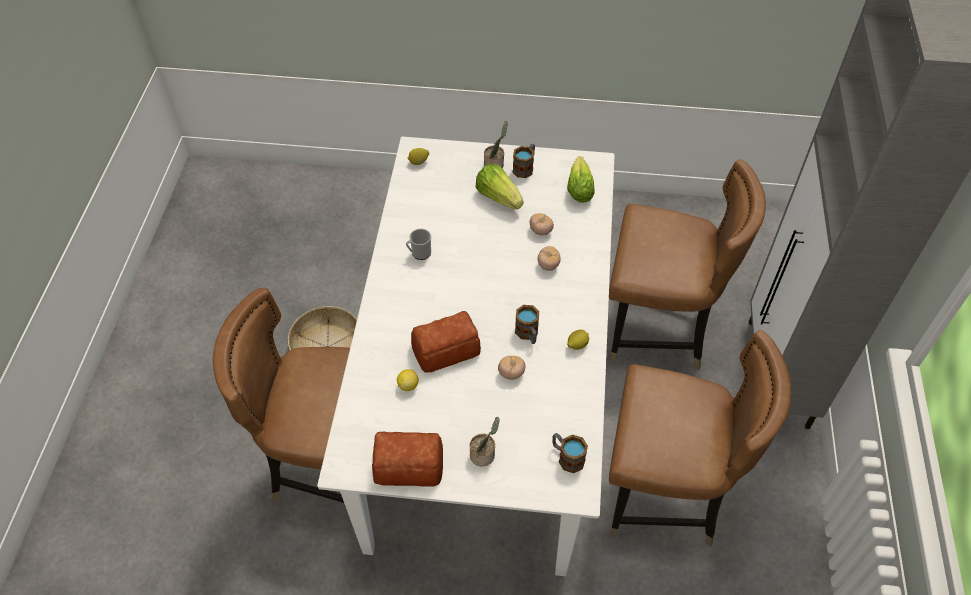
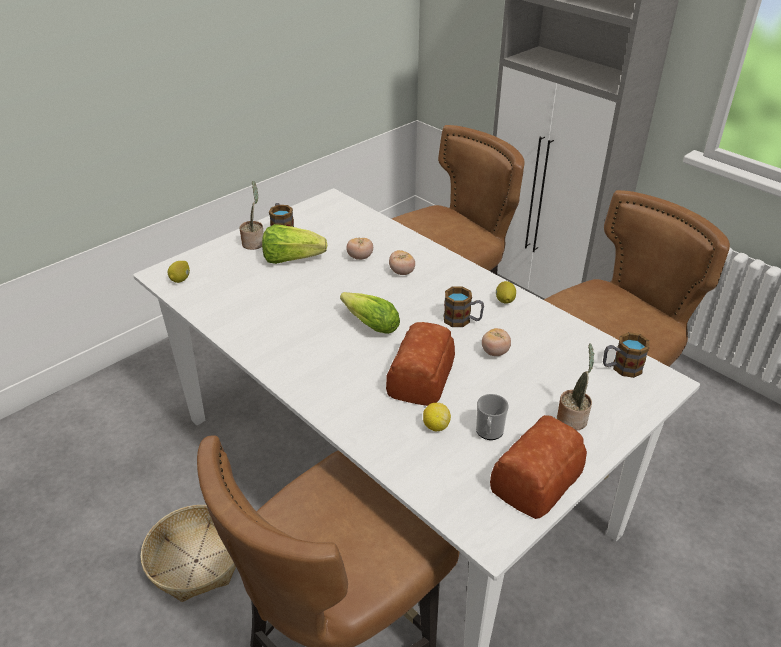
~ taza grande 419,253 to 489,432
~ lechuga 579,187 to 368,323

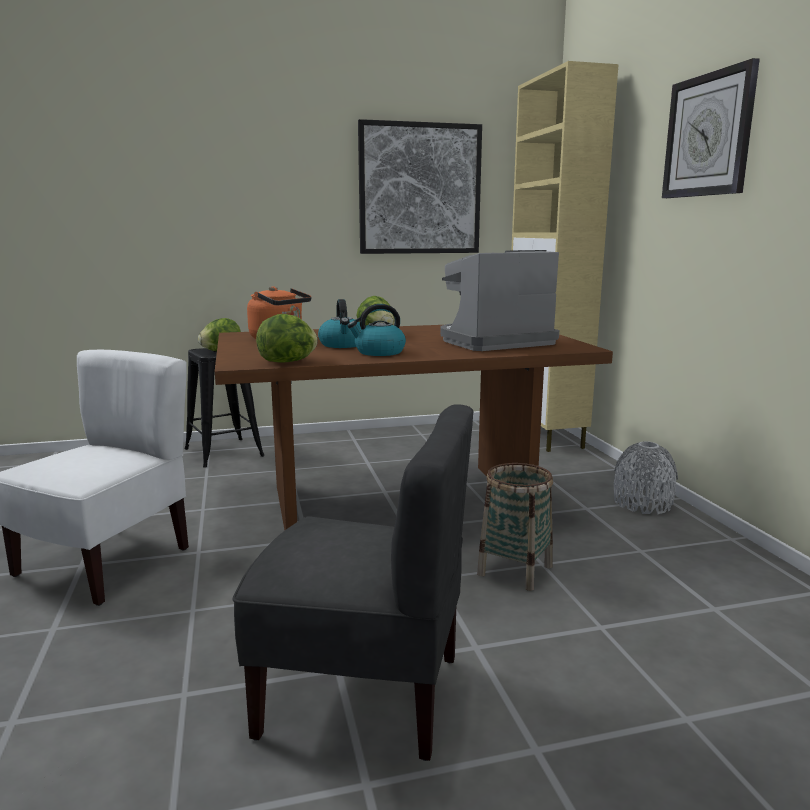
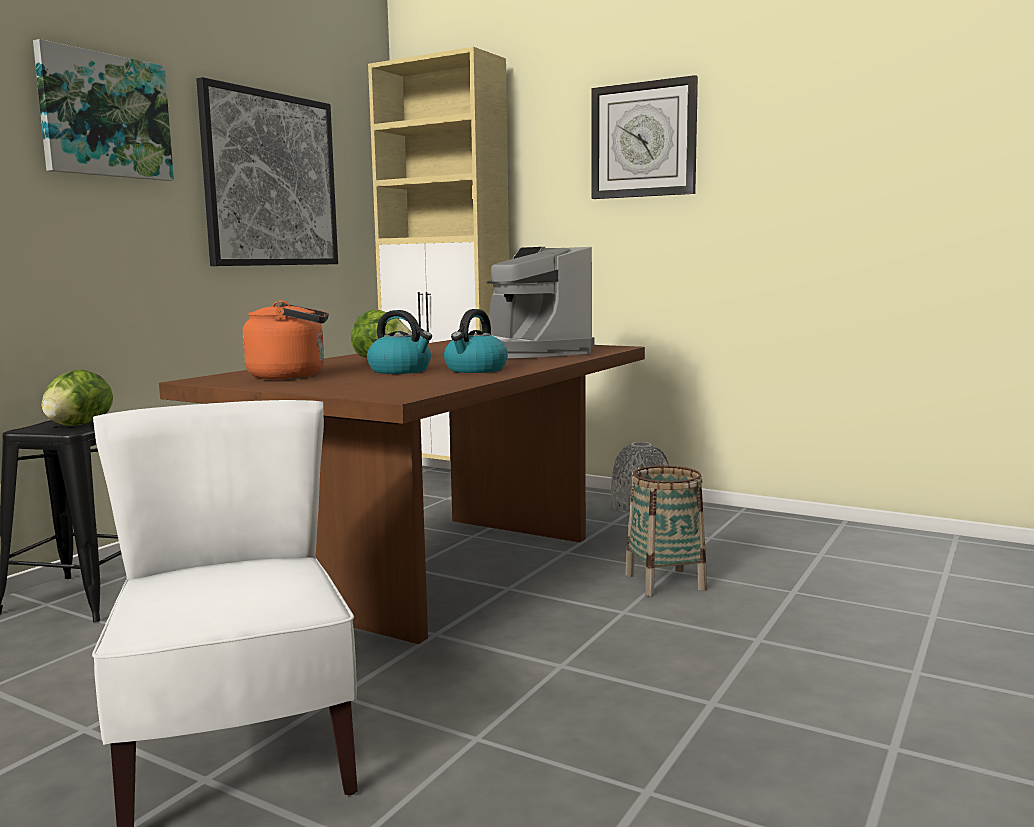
- silla (gris) 363,693
- lechuga 288,362
+ cuadro 104,116
~ cafetera 493,342 = 526,352 45 degrees counterclockwise

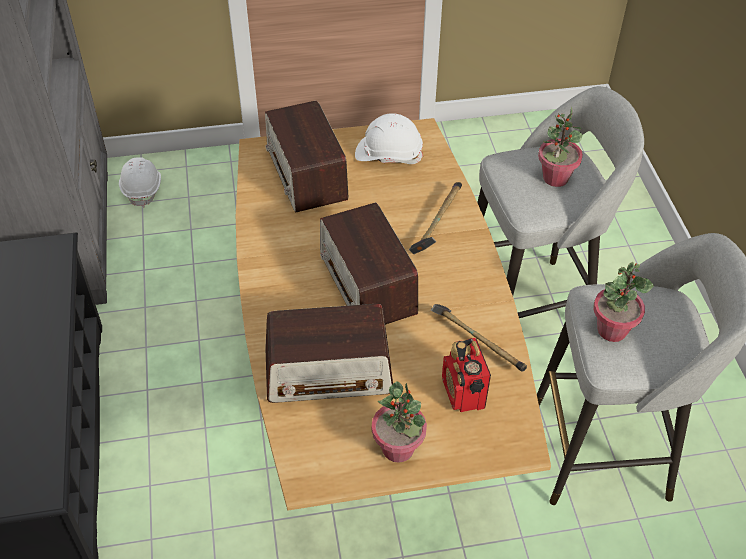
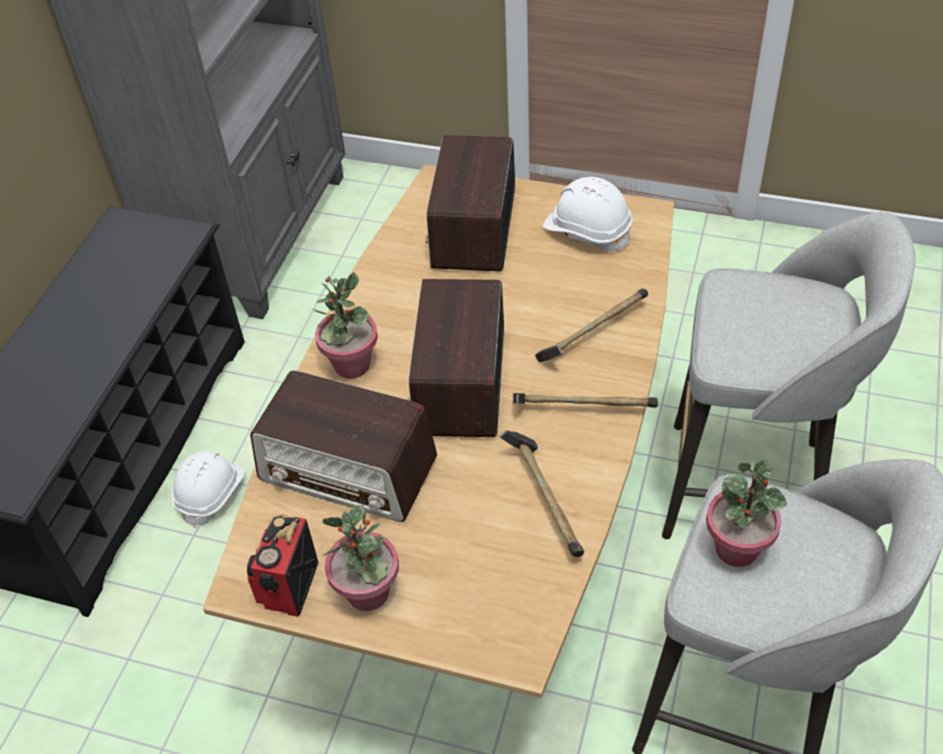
+ martillo 579,411
~ casco (blanco) 142,188 to 211,494
~ radio 463,394 to 288,587
~ planta en maceta 555,178 to 351,365

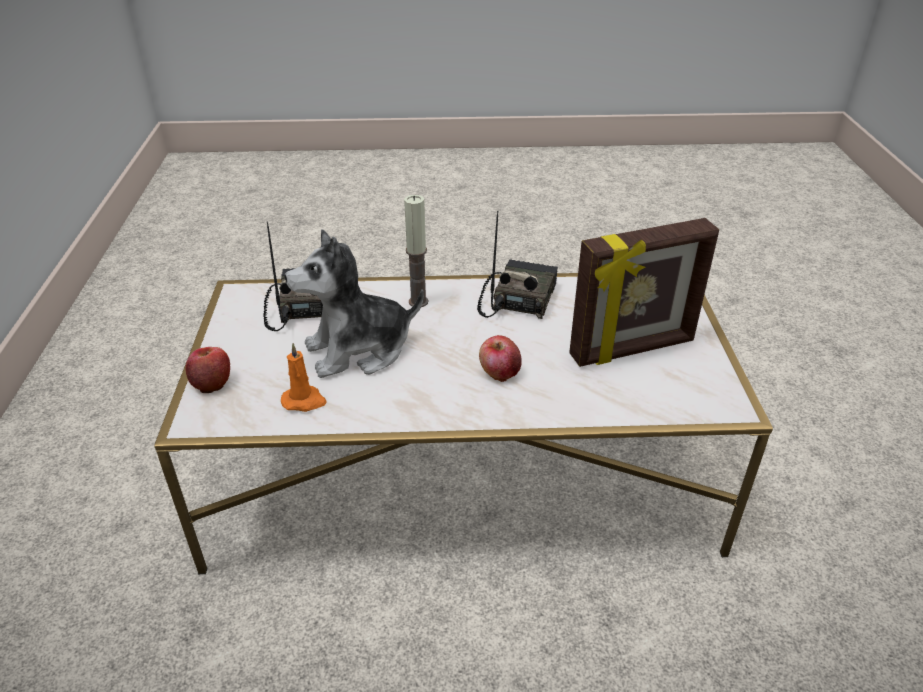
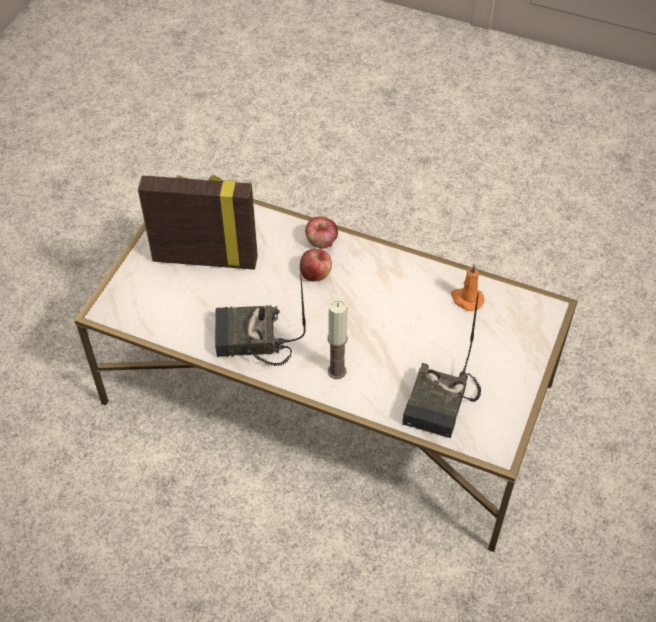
- peluche 359,350
~ manzana 212,382 to 321,242
~ radio 517,299 = 251,342 45 degrees clockwise

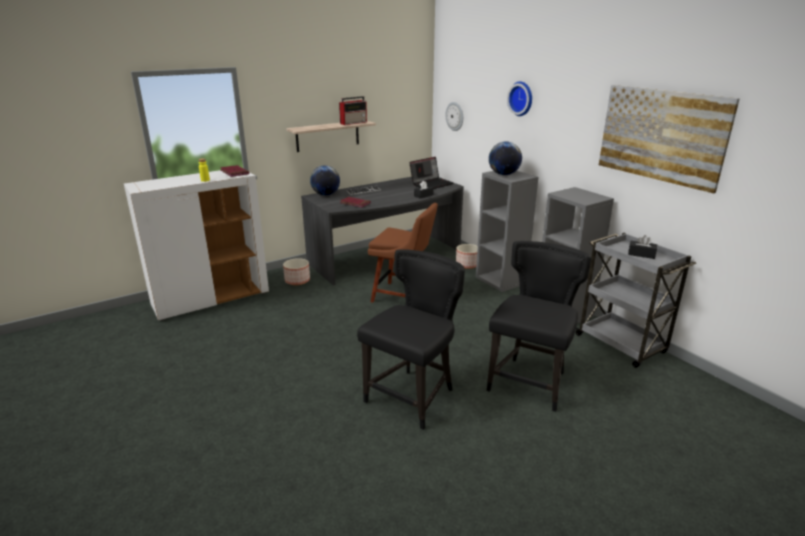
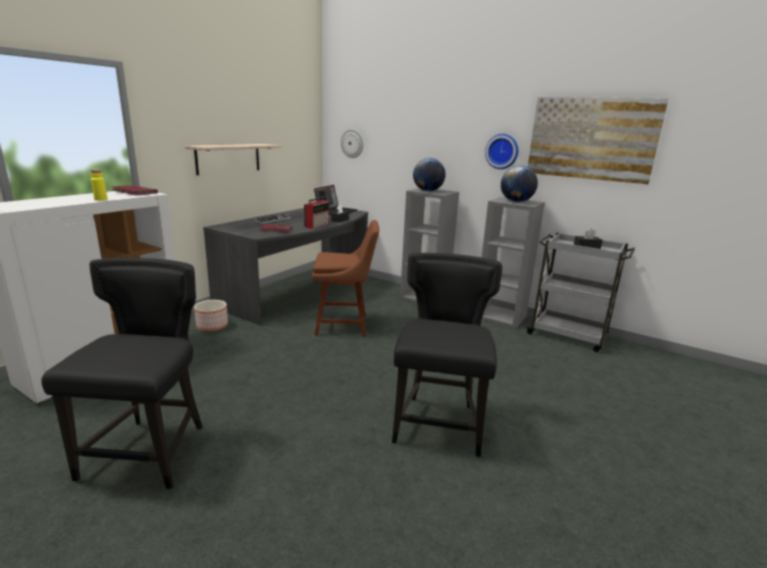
- maceta 467,264
~ globo terráqueo 326,194 to 516,202
~ radio 354,123 to 317,225
~ silla (negro) 530,382 to 149,451
~ reloj de pared 522,98 to 502,151

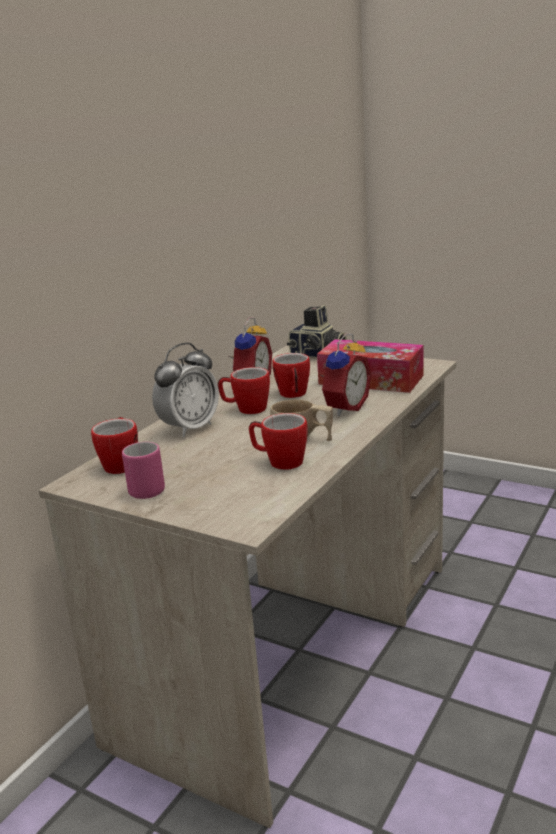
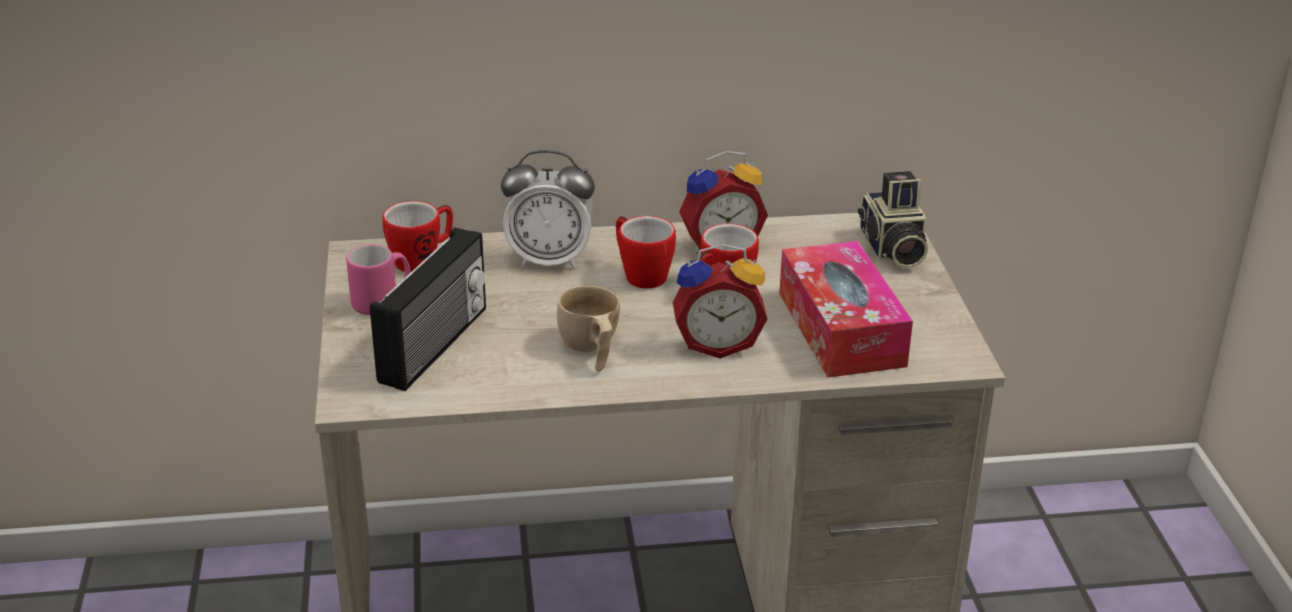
- taza grande 279,462
+ radio 436,345

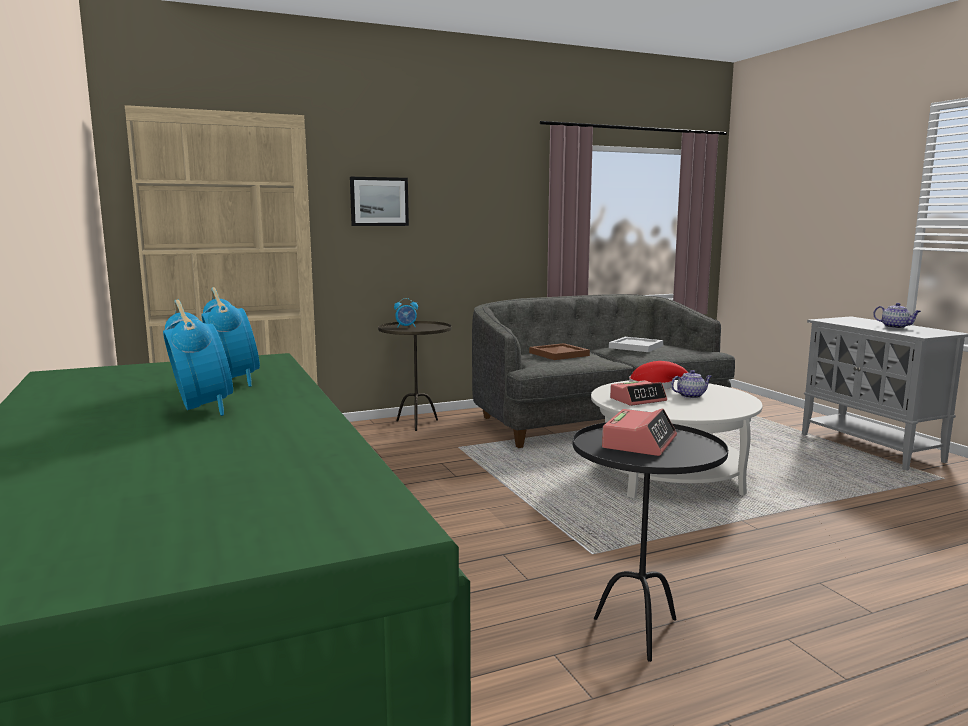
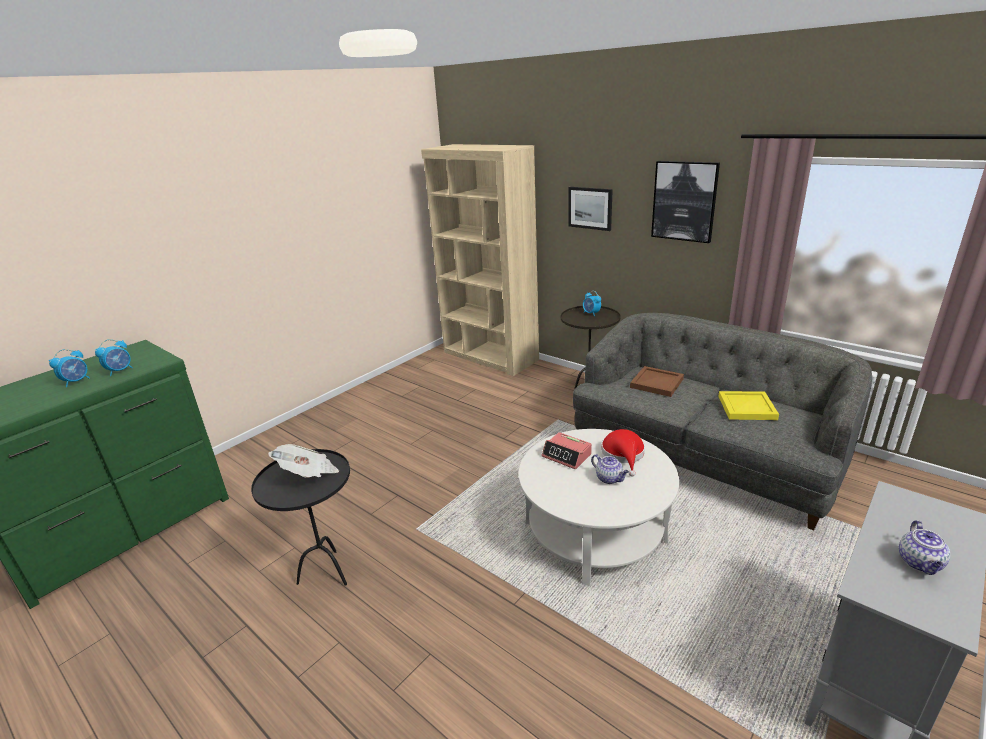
+ cuadro 684,201
~ despertador 639,442 to periódico 308,474
~ bandeja (blanco) 635,347 to bandeja (amarillo) 746,407

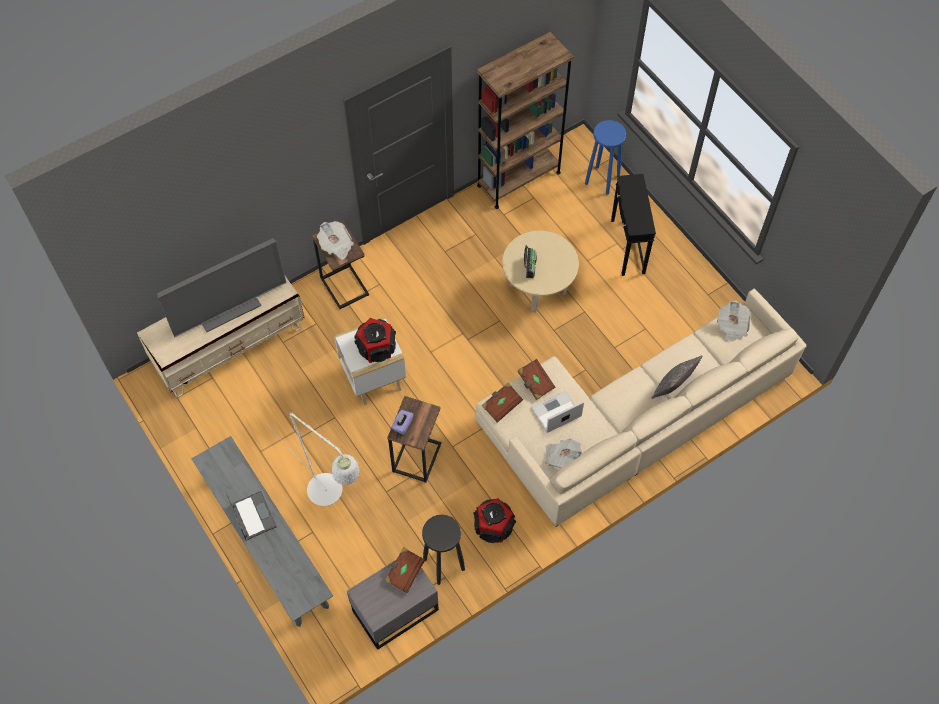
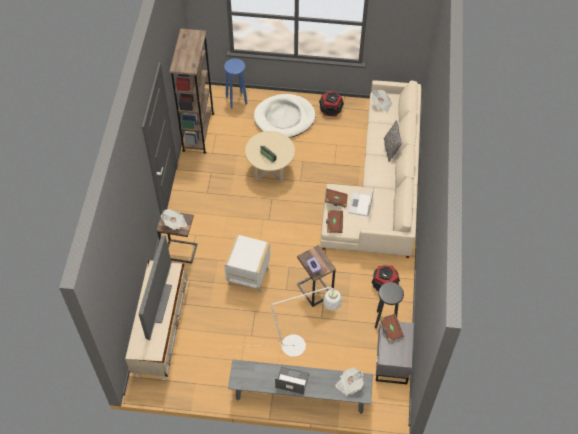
~ altavoz 377,347 to 330,109
~ periódico 561,457 to 349,384
~ mesa auxiliar (negro) 627,246 to cama para perro (blanco) 284,118

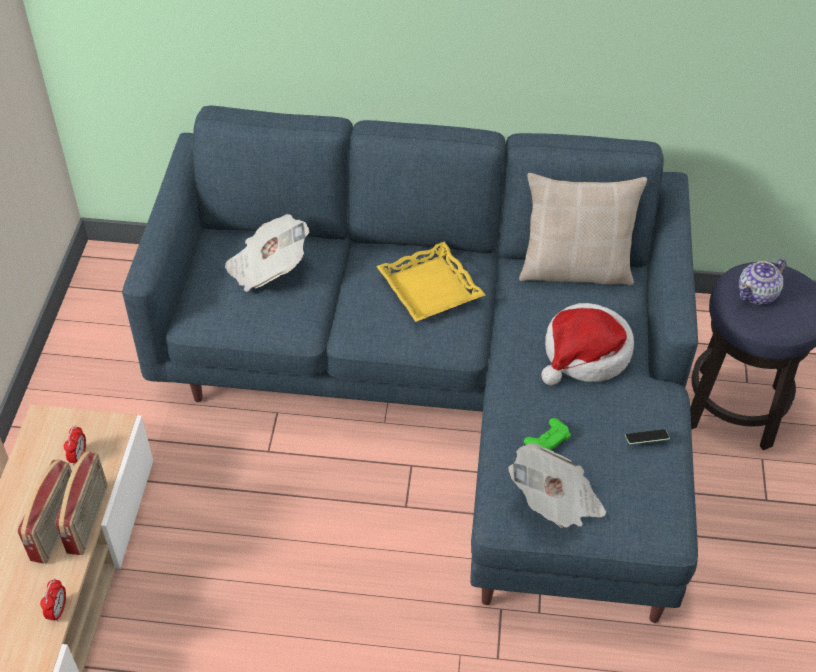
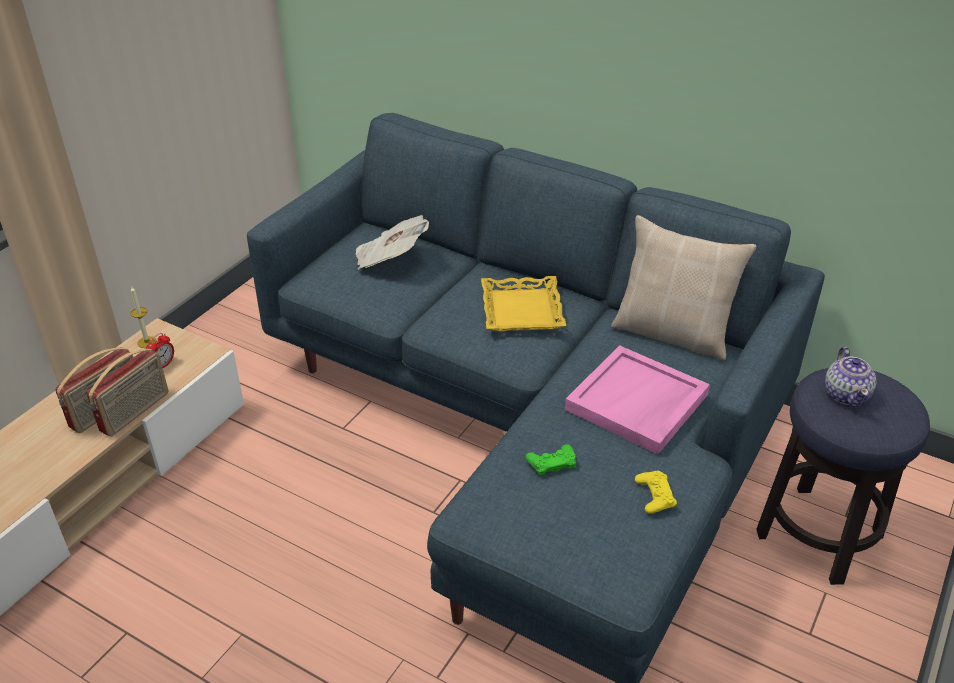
- despertador 58,610
- periódico 555,502
+ vela 147,342
~ sombrero 585,354 to bandeja (rosa) 637,403
~ móvil 646,440 to mando de consola (amarillo) 655,495
~ tetera 757,294 = 846,394 75 degrees counterclockwise

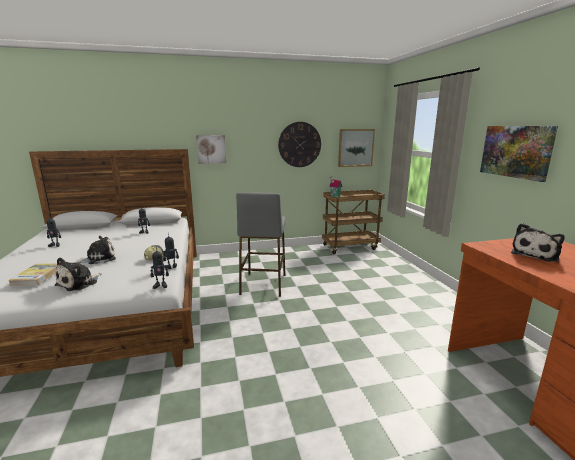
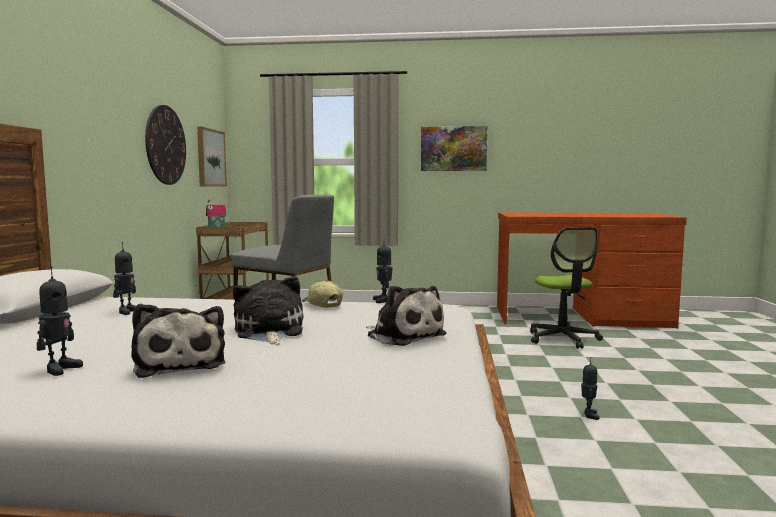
- libro 37,276
- cuadro 211,149
+ silla de oficina 563,339
~ robot de juguete 160,286 to 589,415
~ peluche 535,254 to 180,364

